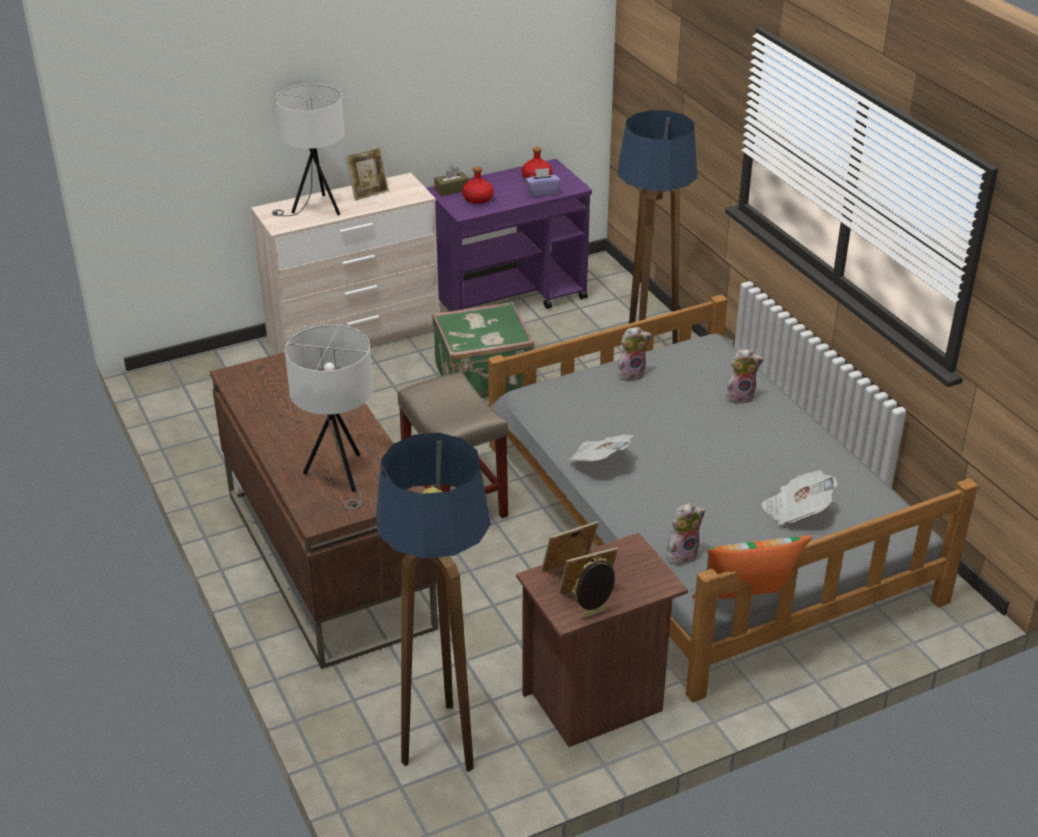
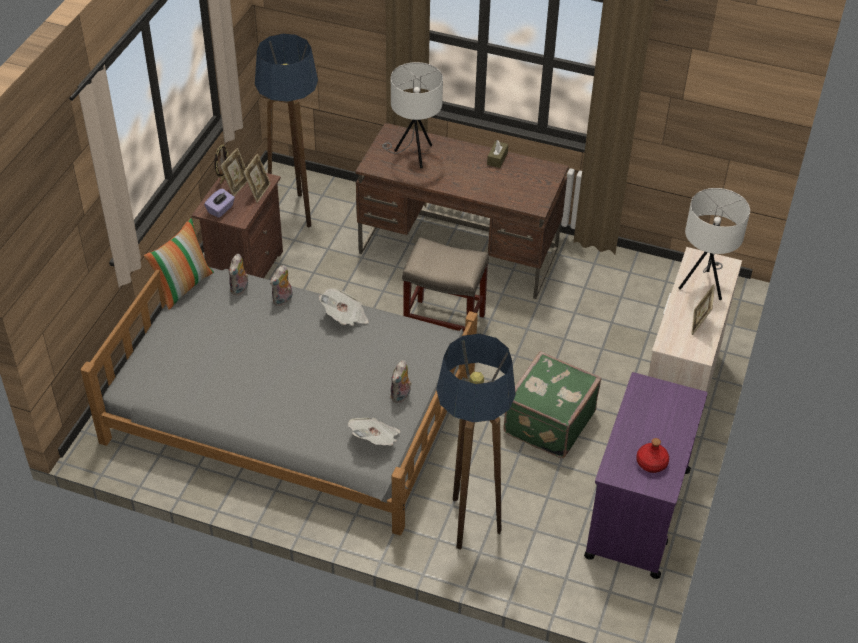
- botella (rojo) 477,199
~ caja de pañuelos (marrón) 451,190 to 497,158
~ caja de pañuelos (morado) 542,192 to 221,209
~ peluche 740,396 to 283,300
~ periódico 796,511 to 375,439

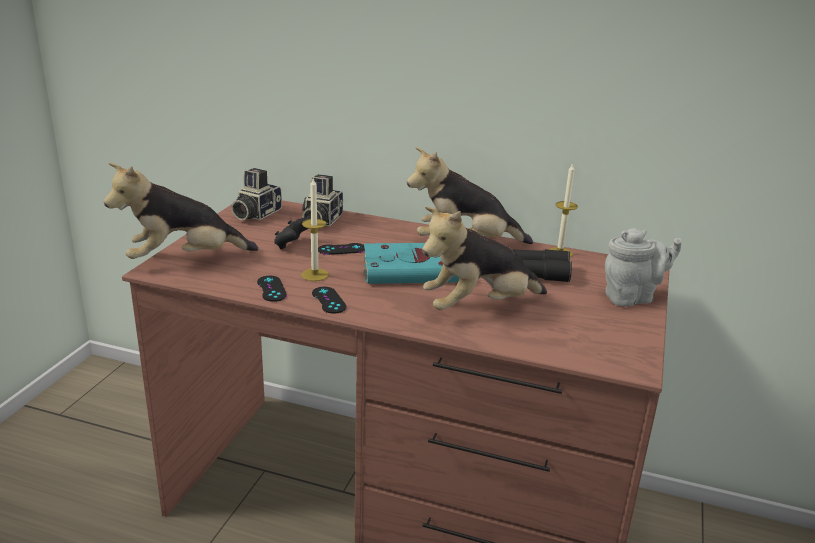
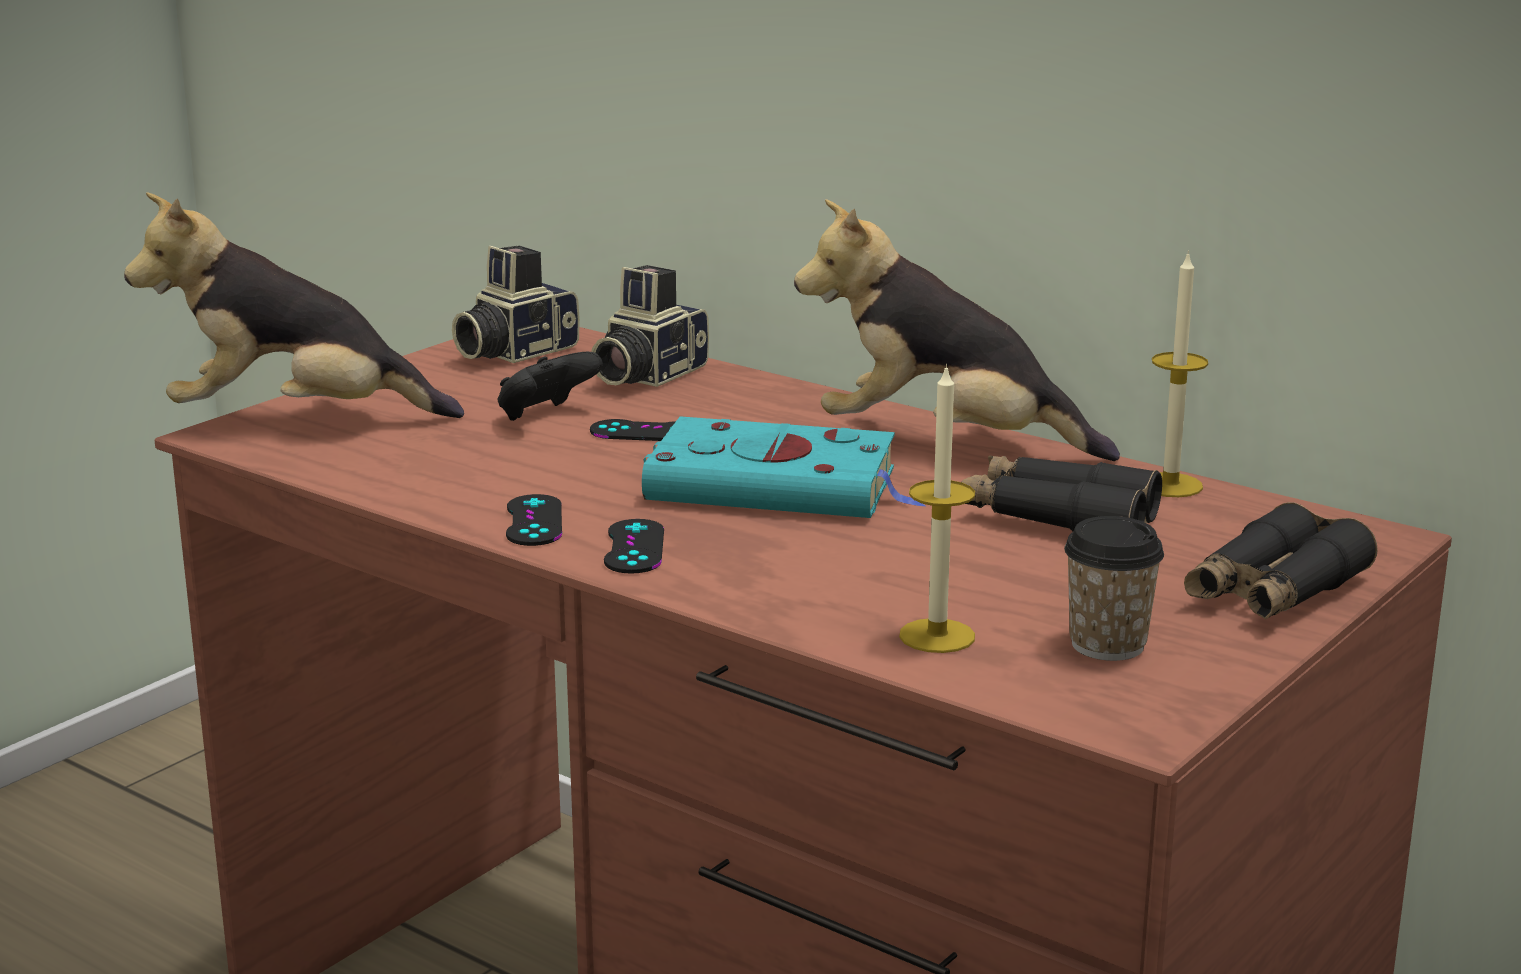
- peluche 478,307
+ taza 1107,645
~ mando de consola (negro) 271,289 to 634,547
~ vela 315,275 to 937,636
~ tetera (gris) 632,297 to prismáticos (negro) 1274,591

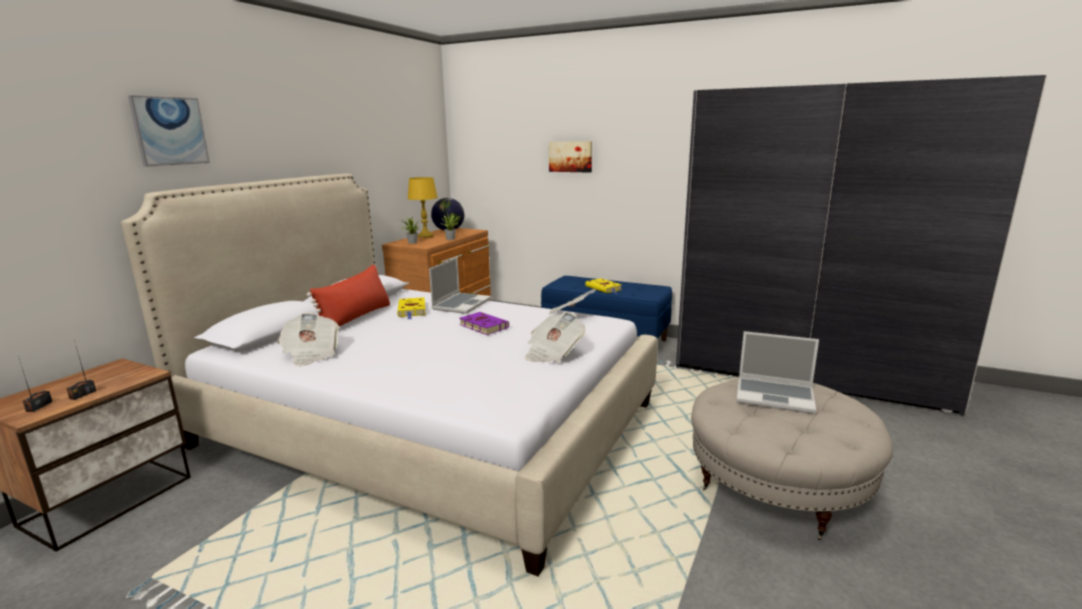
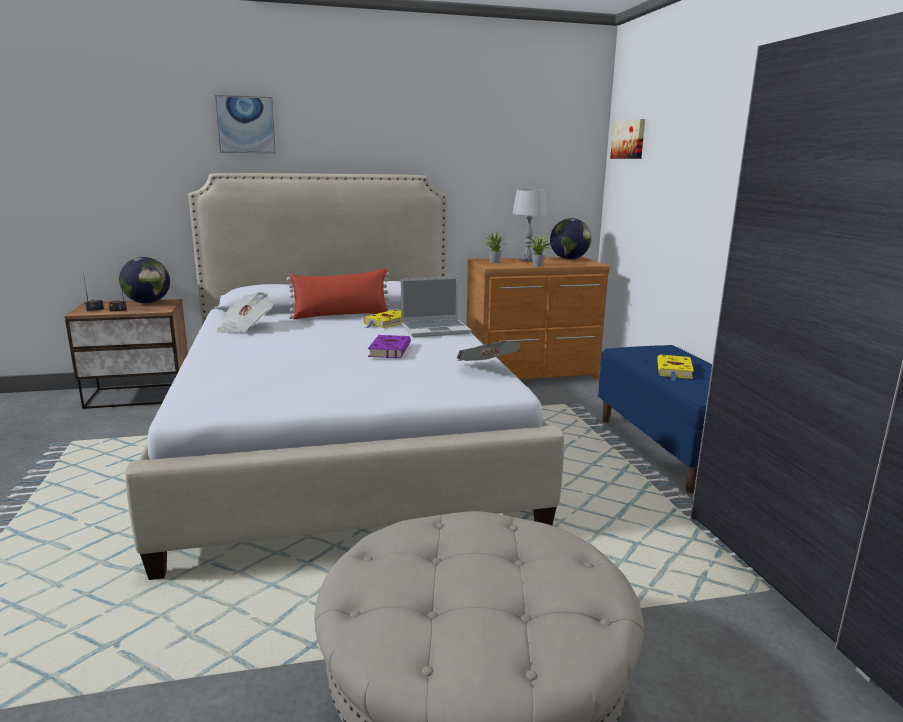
- periódico 553,353
- portátil 775,396
+ globo terráqueo 148,302
~ cuadro 570,156 to 629,139
~ lámpara de mesa (amarillo) 425,236 to lámpara de mesa (gris) 527,259

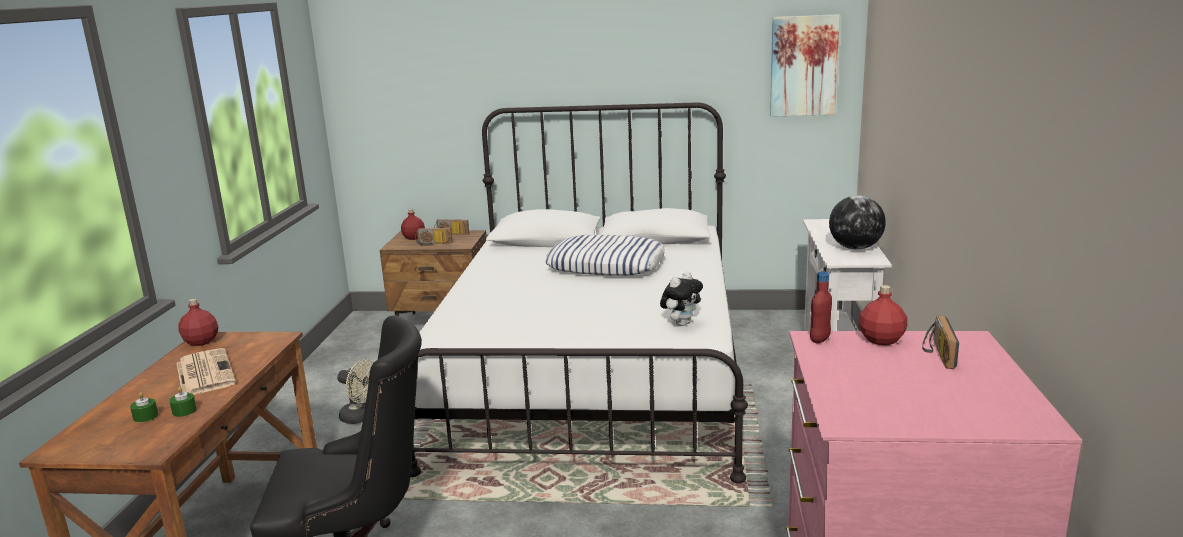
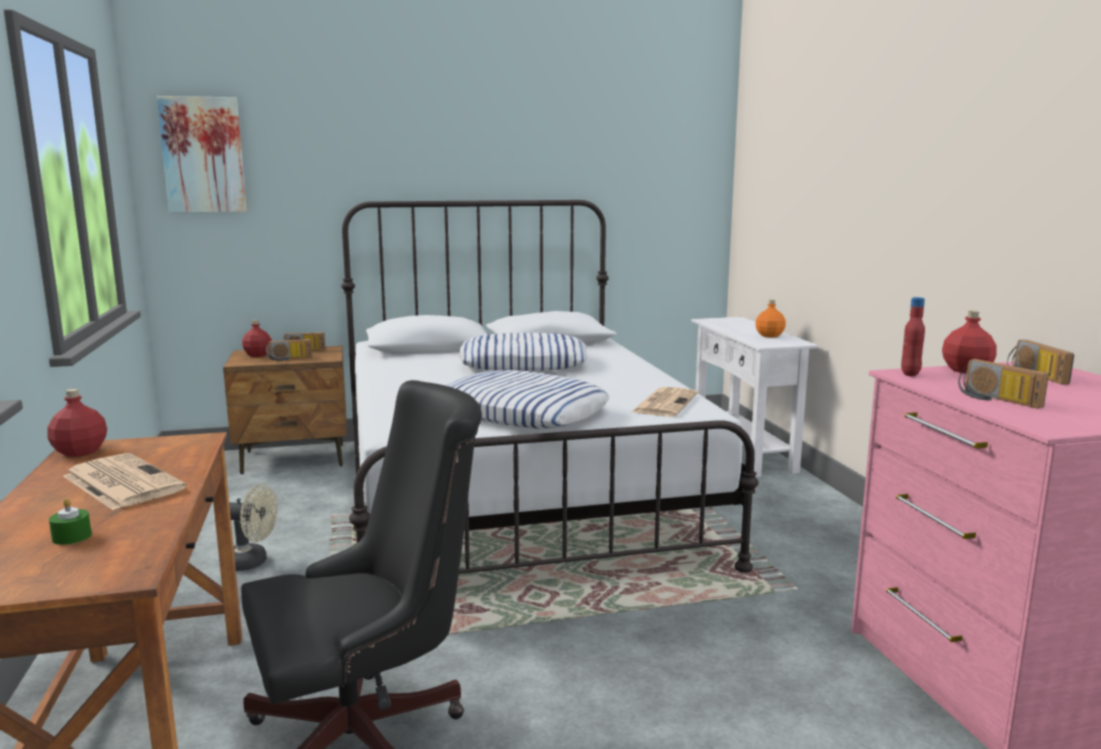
- vela (verde) 184,411
+ cojín 522,412
+ radio 995,400
~ cuadro 803,66 to 203,155
~ peluche 681,323 to periódico 664,403
~ globo terráqueo 855,248 to botella (naranja) 769,335

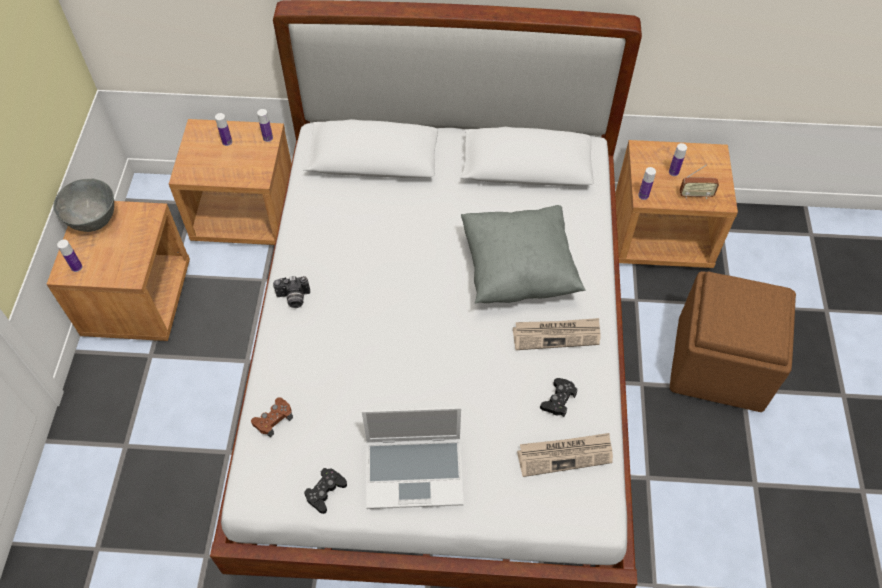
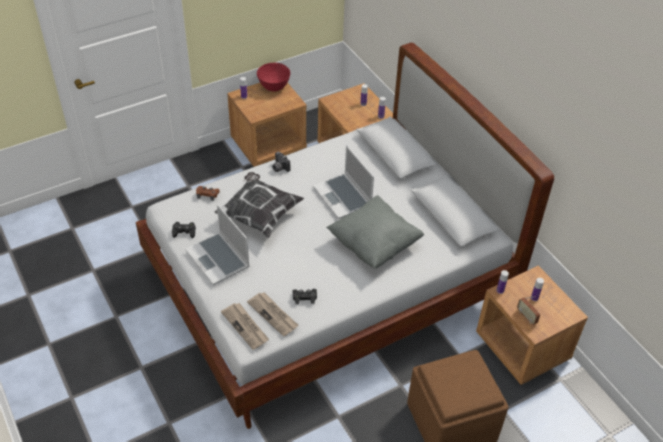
+ cojín 259,214
+ portátil 343,197
~ periódico 556,335 to 245,326
~ cuenco (gris) 94,220 to cuenco (rojo) 274,87

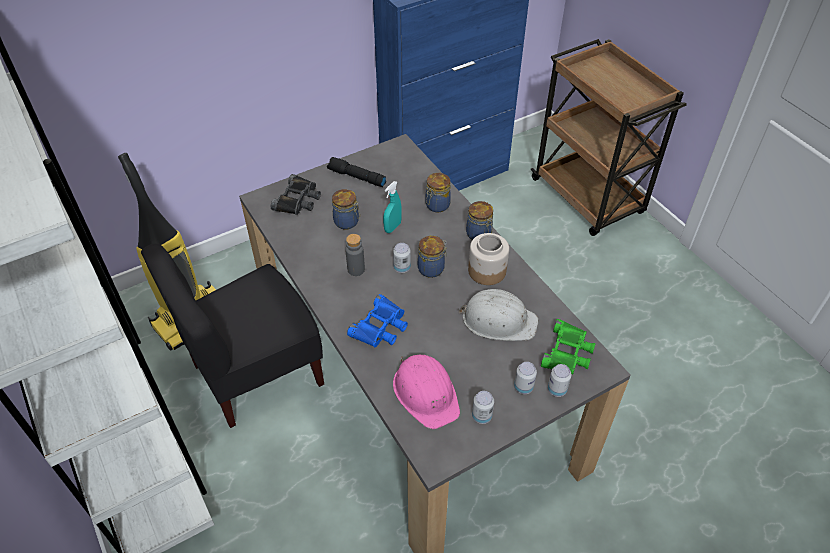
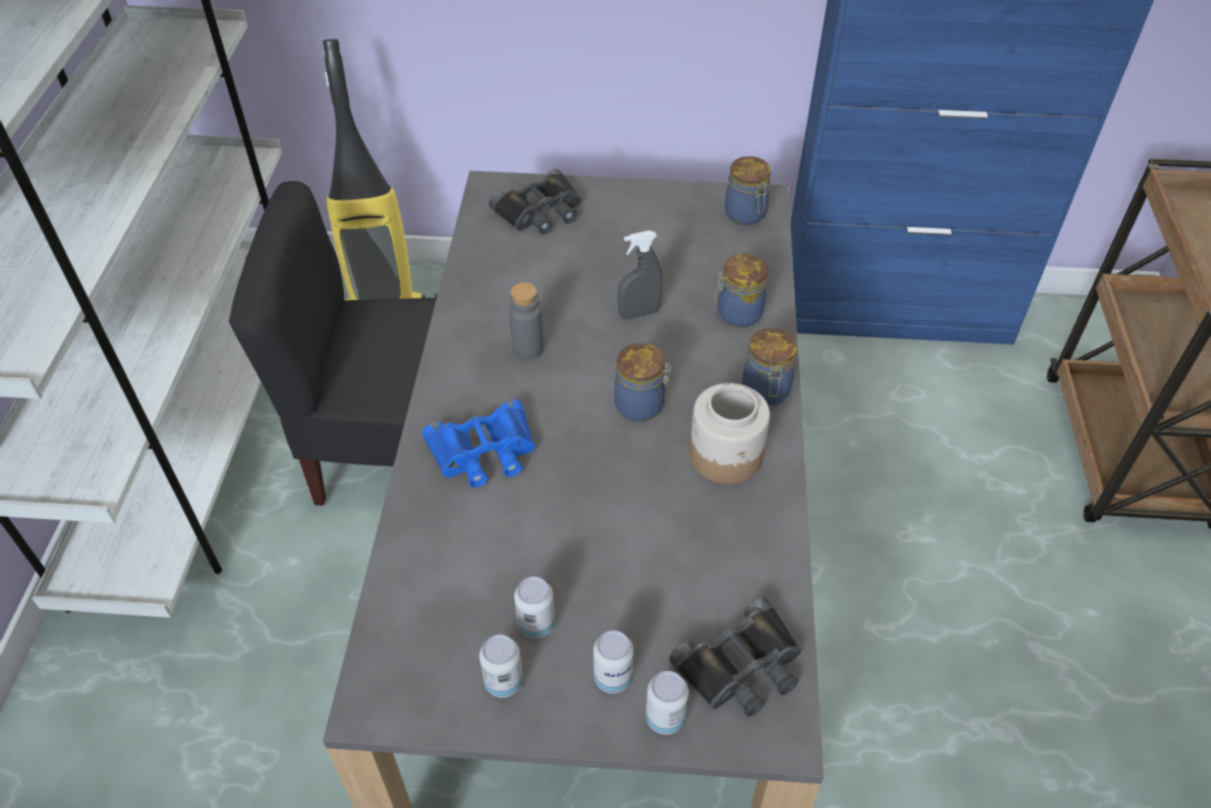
- linterna (negro) 356,177
- casco (rosa) 426,393
- casco (blanco) 498,320
~ tarro 347,222 to 746,215
~ lata 402,268 to 536,624
~ pulverizador (turquesa) 392,227 to pulverizador (gris) 639,314
~ prismáticos (verde) 568,352 to prismáticos (negro) 742,667

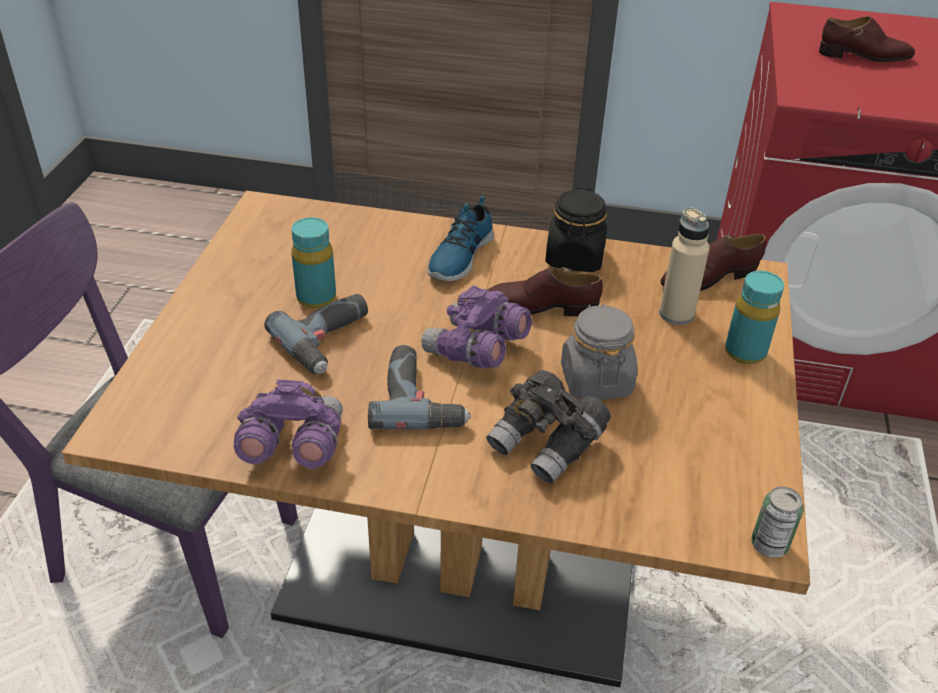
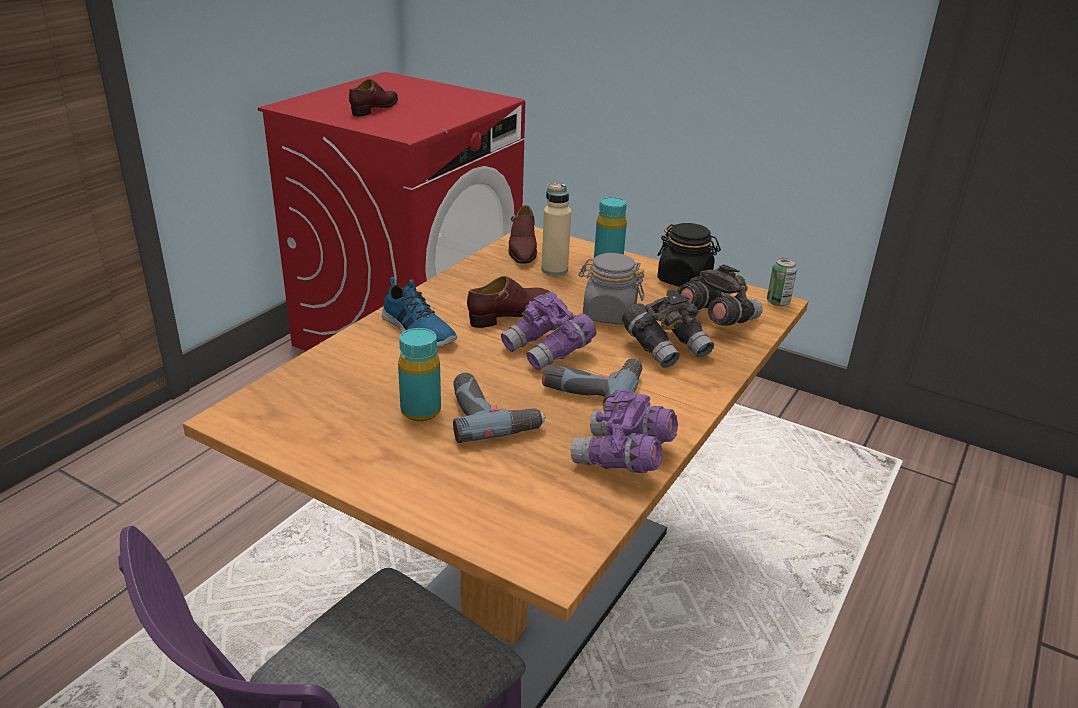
+ prismáticos (gris) 716,319
~ tarro (negro) 574,258 to 684,280
~ zapato (marrón) 540,306 = 511,313 150 degrees counterclockwise

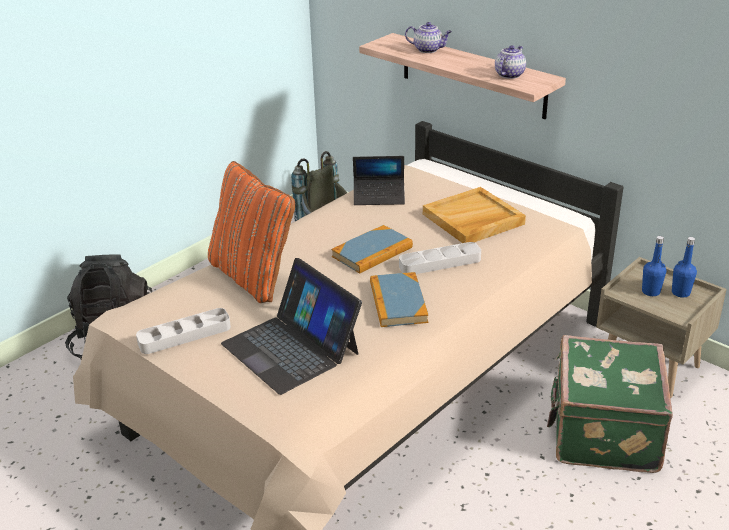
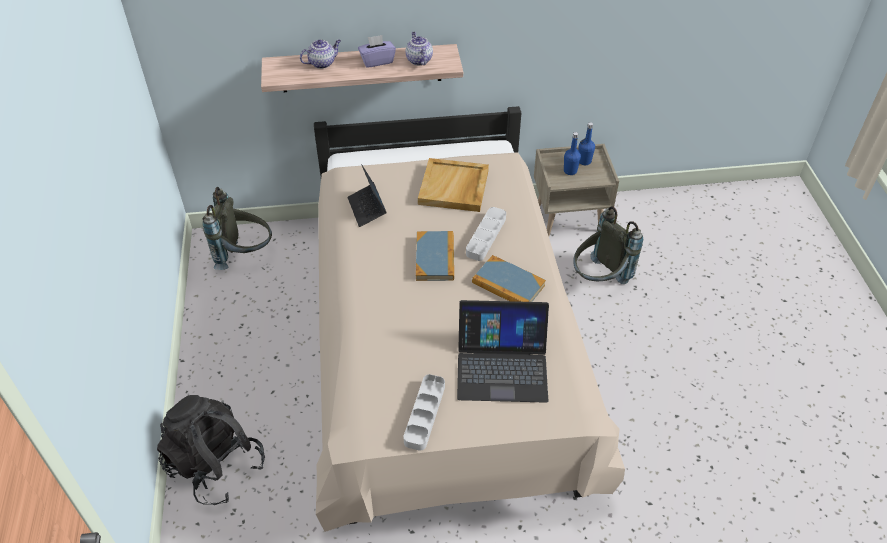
- cojín (naranja) 253,276
+ caja de pañuelos (morado) 377,61
~ maleta (verde) 602,432 to mochila (gris) 599,280
~ portátil 379,197 = 367,209 120 degrees clockwise

